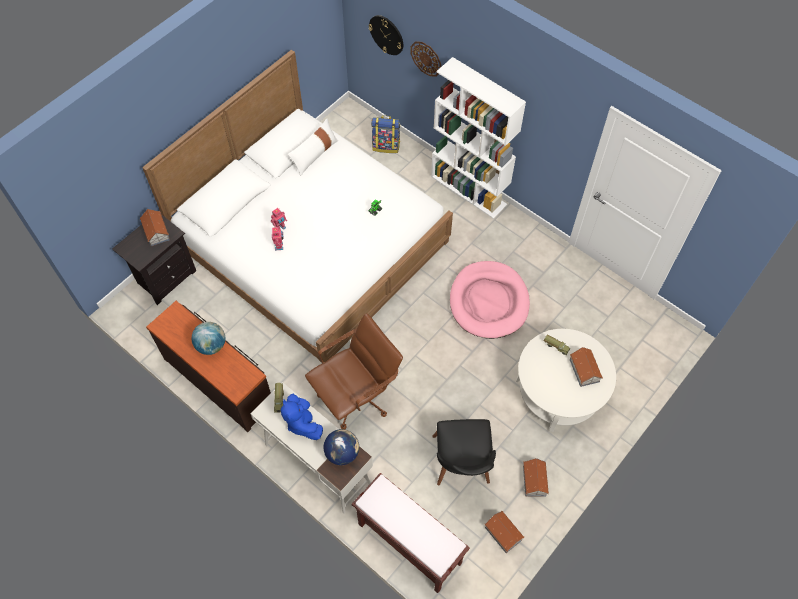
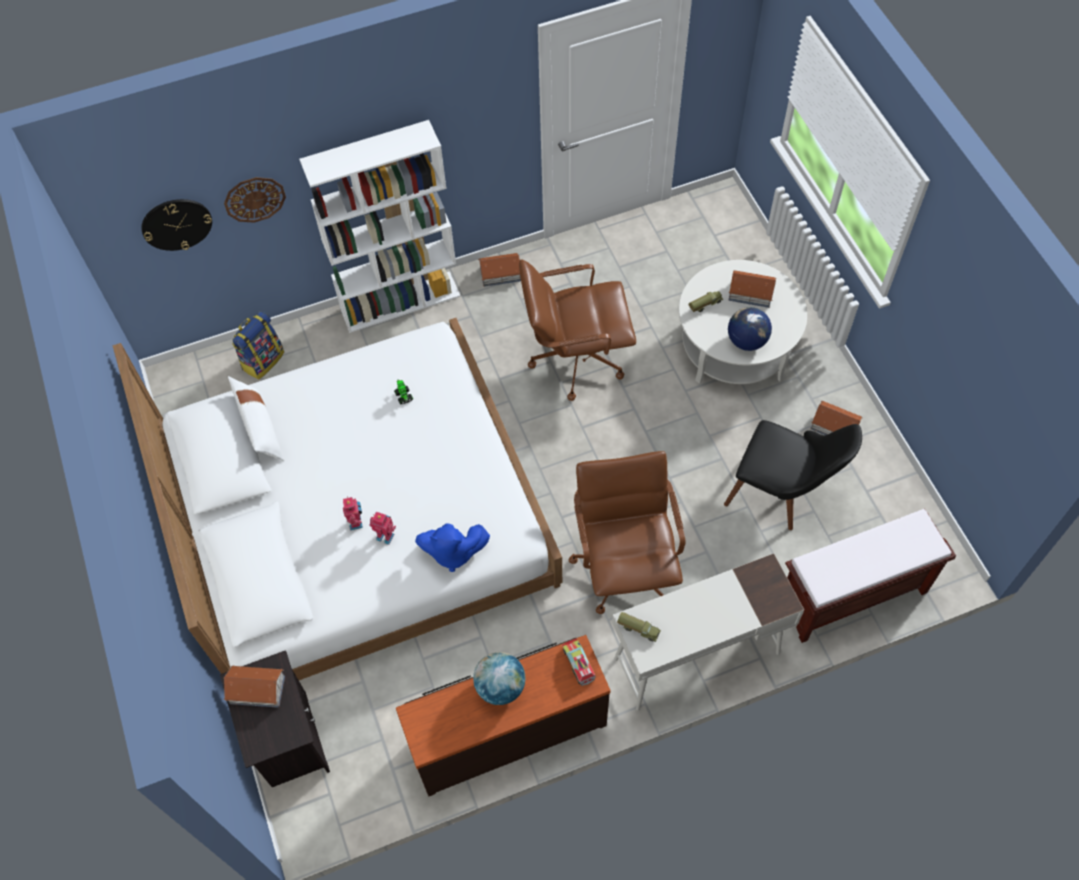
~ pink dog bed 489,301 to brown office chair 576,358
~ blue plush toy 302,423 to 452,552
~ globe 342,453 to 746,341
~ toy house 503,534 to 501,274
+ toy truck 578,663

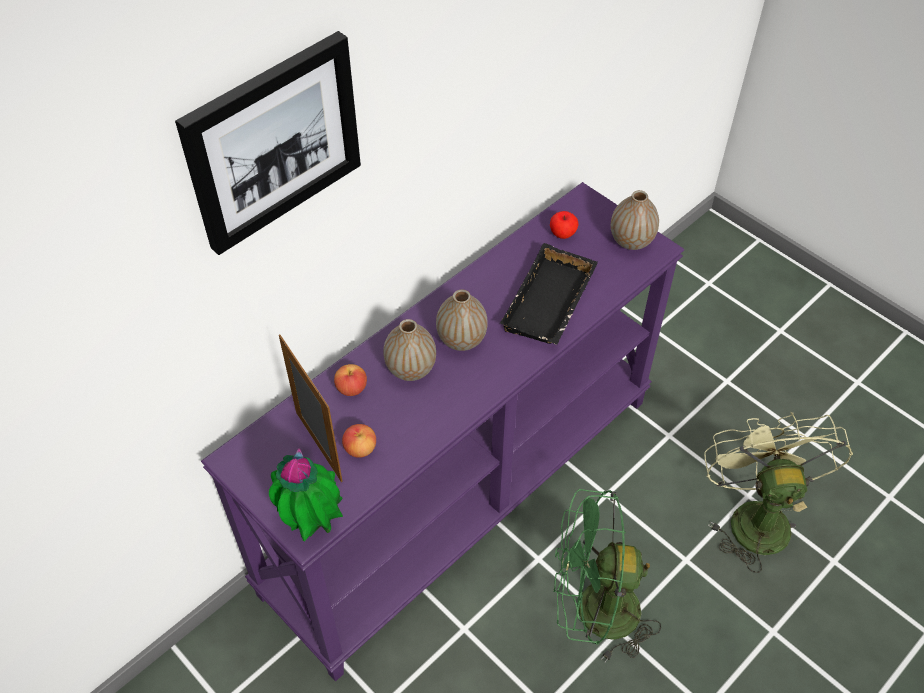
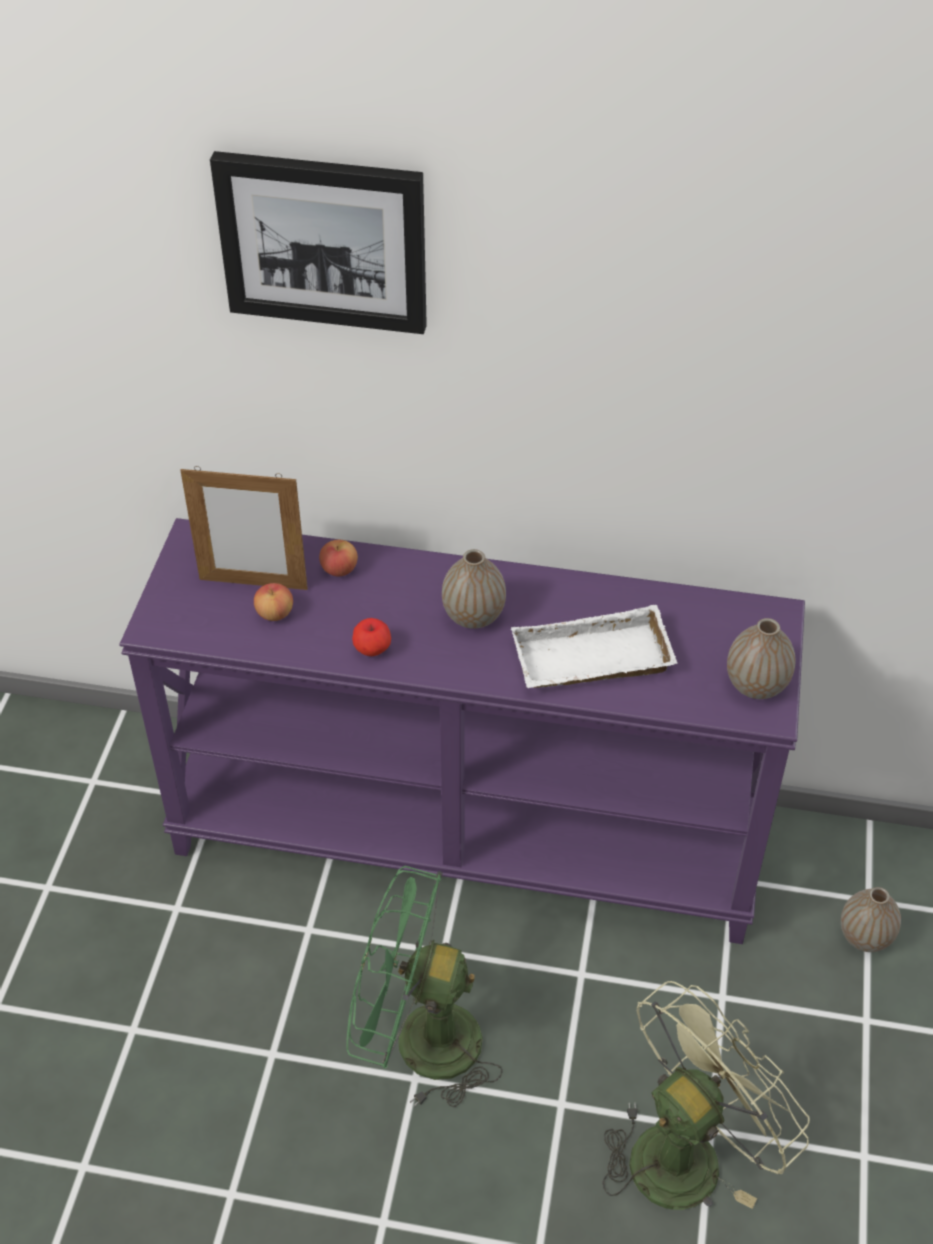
~ apple 563,234 to 372,650
~ black tray 551,304 to white tray 590,662
~ vase 411,369 to 865,937
~ picture frame 318,446 = 253,584 75 degrees clockwise
- potted plant 311,524
~ green fan 593,612 = 418,1041 45 degrees counterclockwise

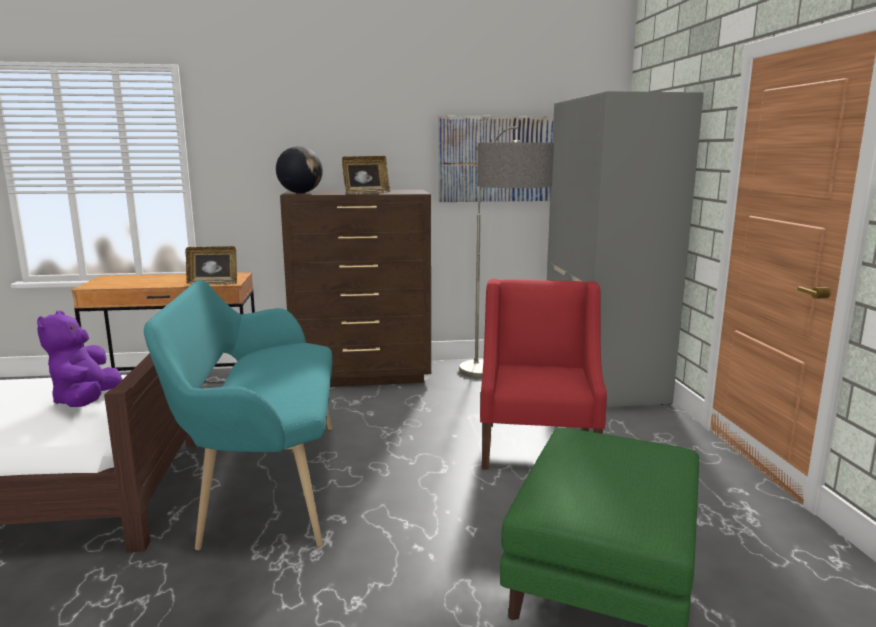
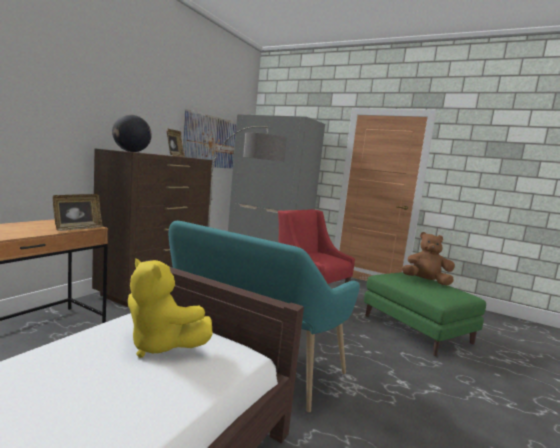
~ purple plush toy 86,401 to yellow plush toy 161,345
+ brown plush toy 425,281

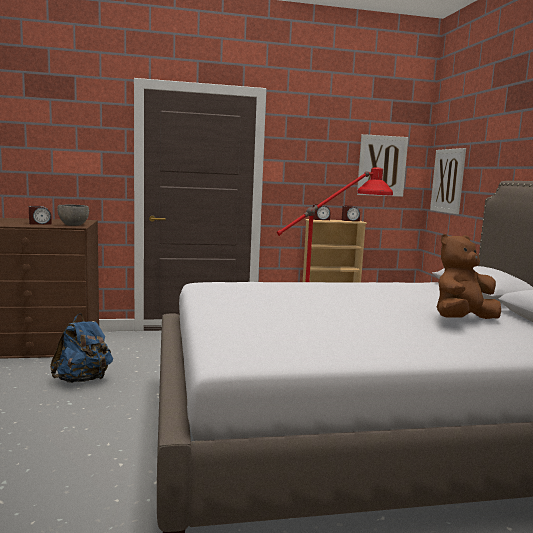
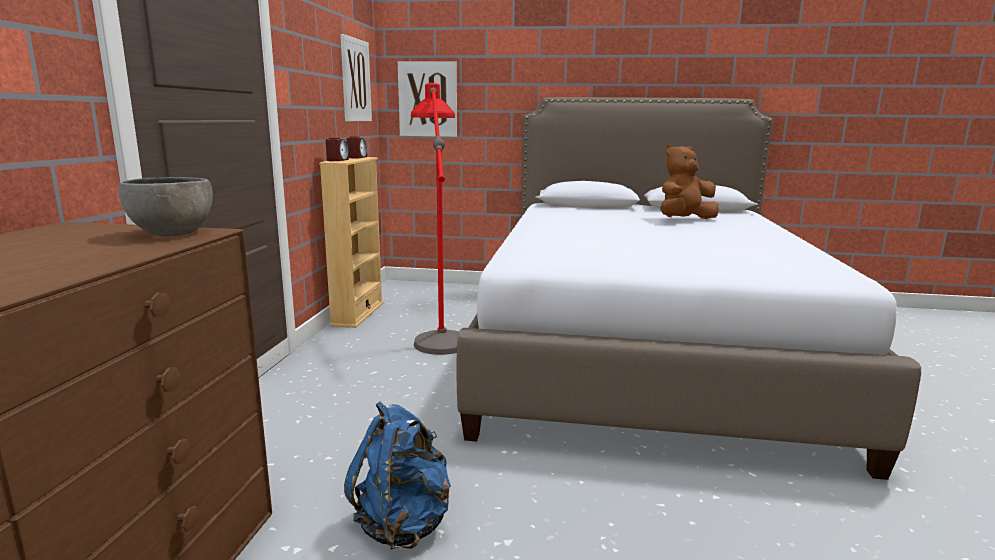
- alarm clock 40,224
~ brown plush toy 462,320 = 684,220 75 degrees clockwise

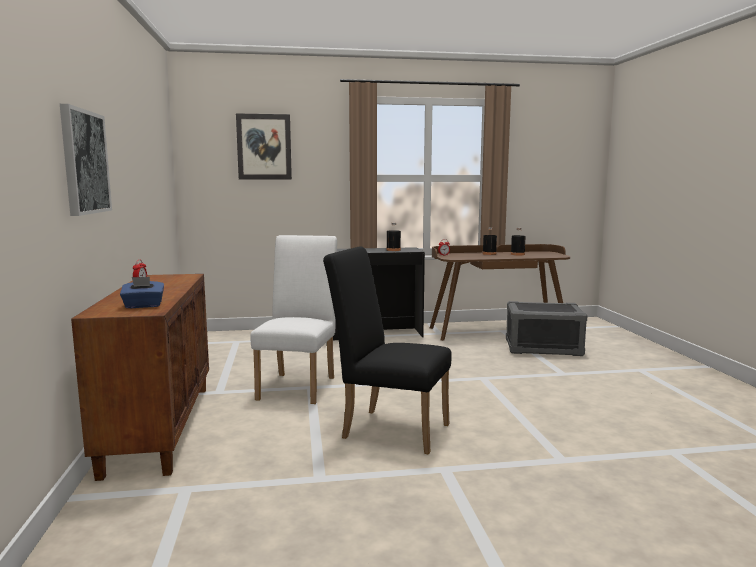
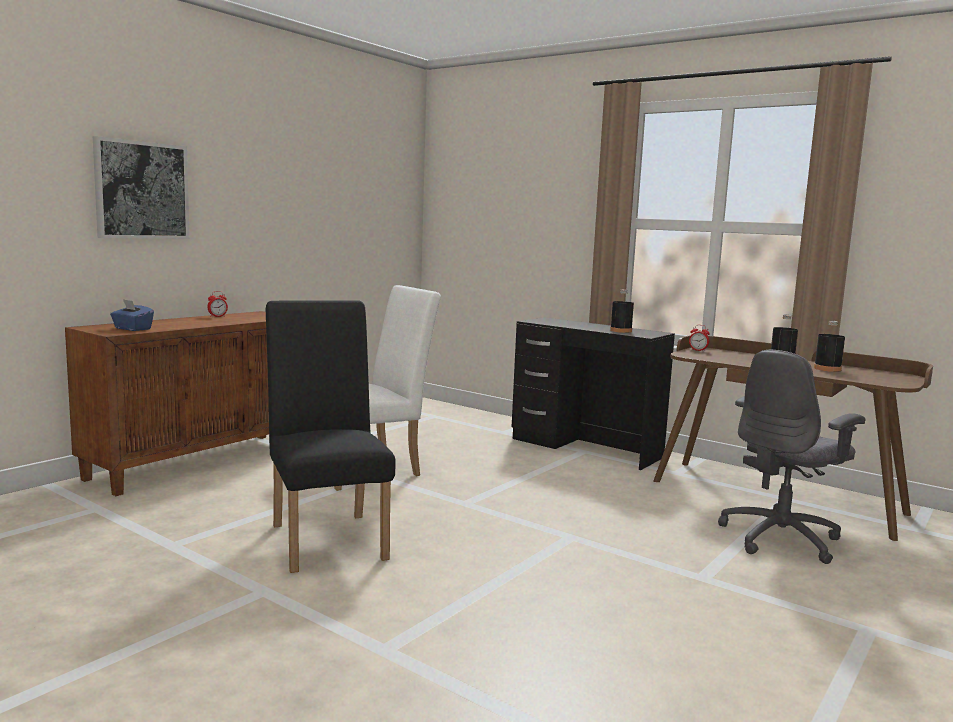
- picture 264,147
~ grey storage box 542,348 to grey office chair 781,539

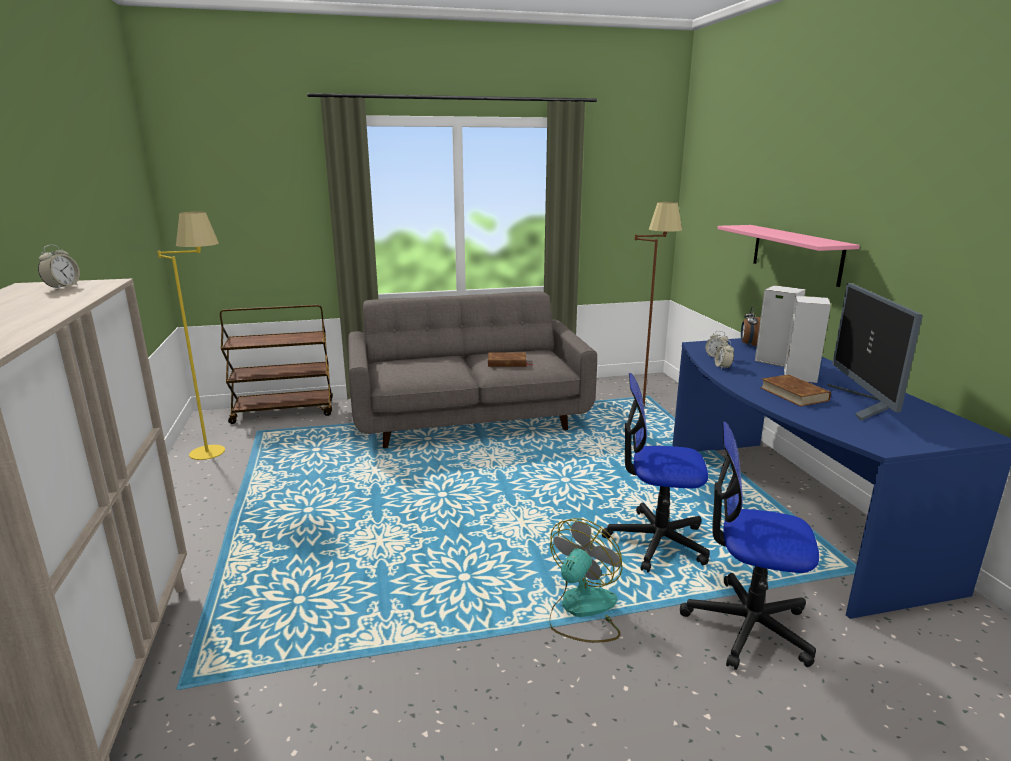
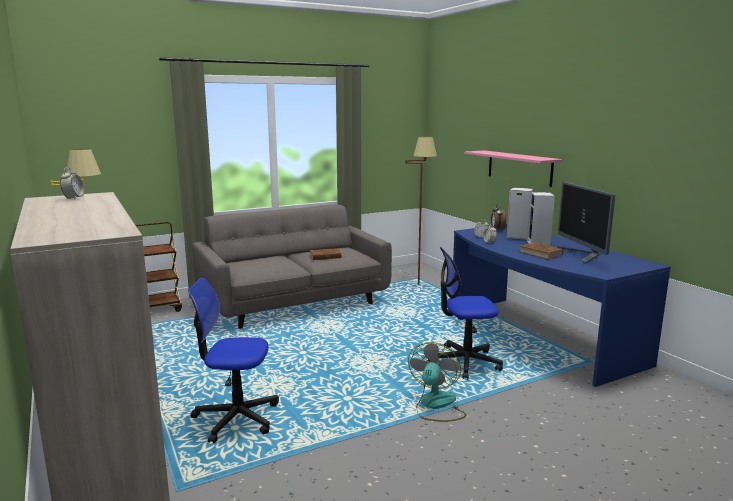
~ office chair 747,626 to 236,418

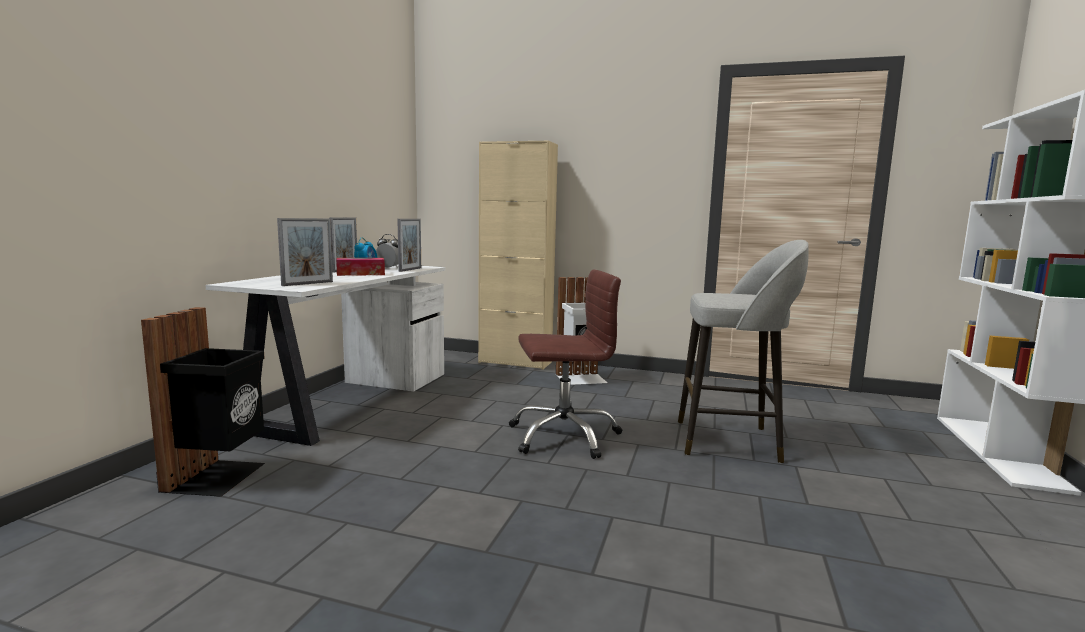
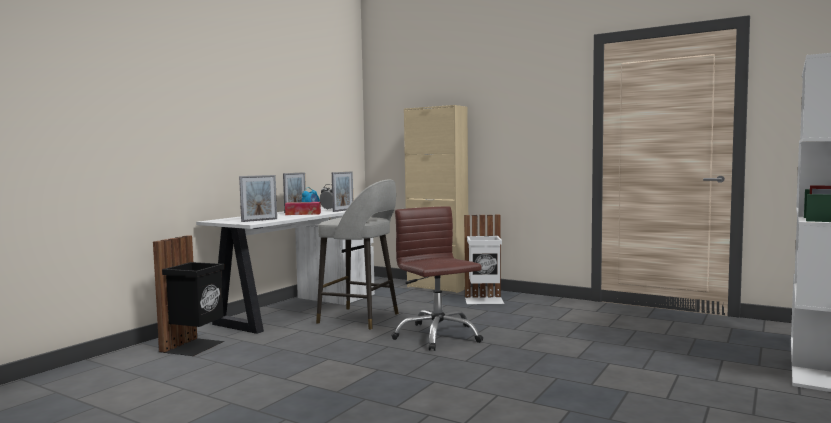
~ grey stool 730,441 to 360,319
~ brown office chair 563,436 = 437,336 120 degrees counterclockwise

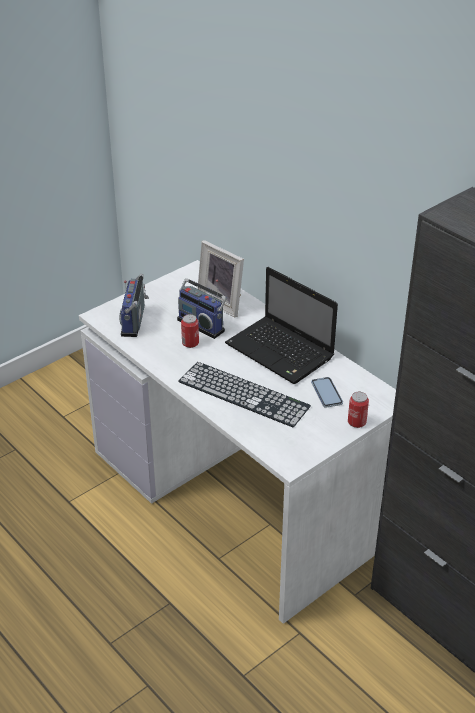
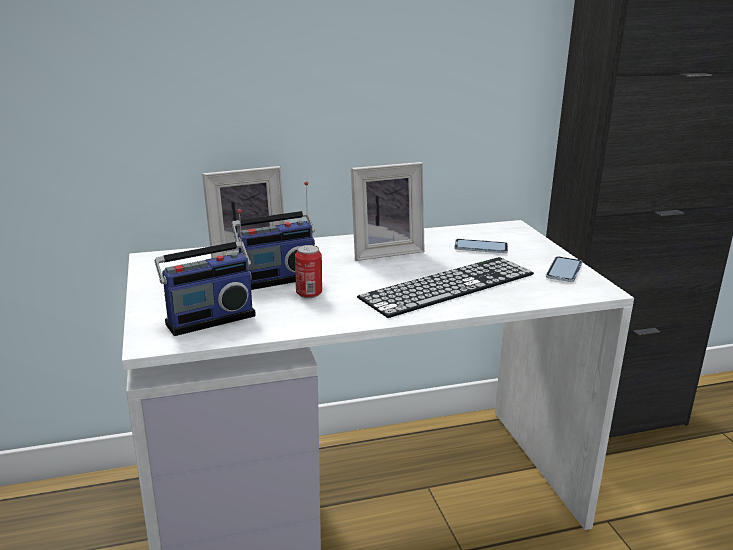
~ laptop 281,352 to picture frame 385,251
~ radio 135,322 = 209,318 60 degrees counterclockwise
- can 356,422
+ phone 564,271

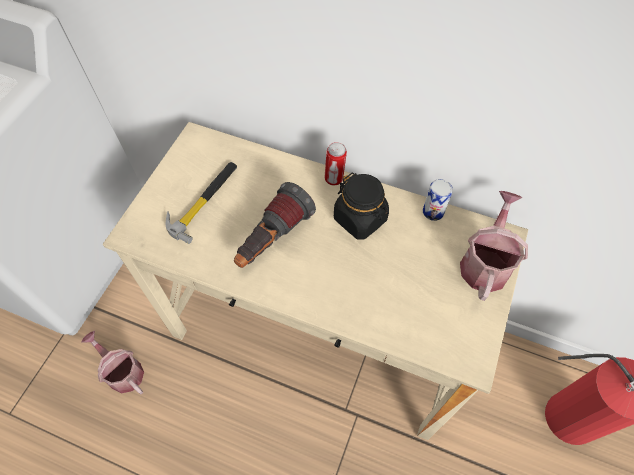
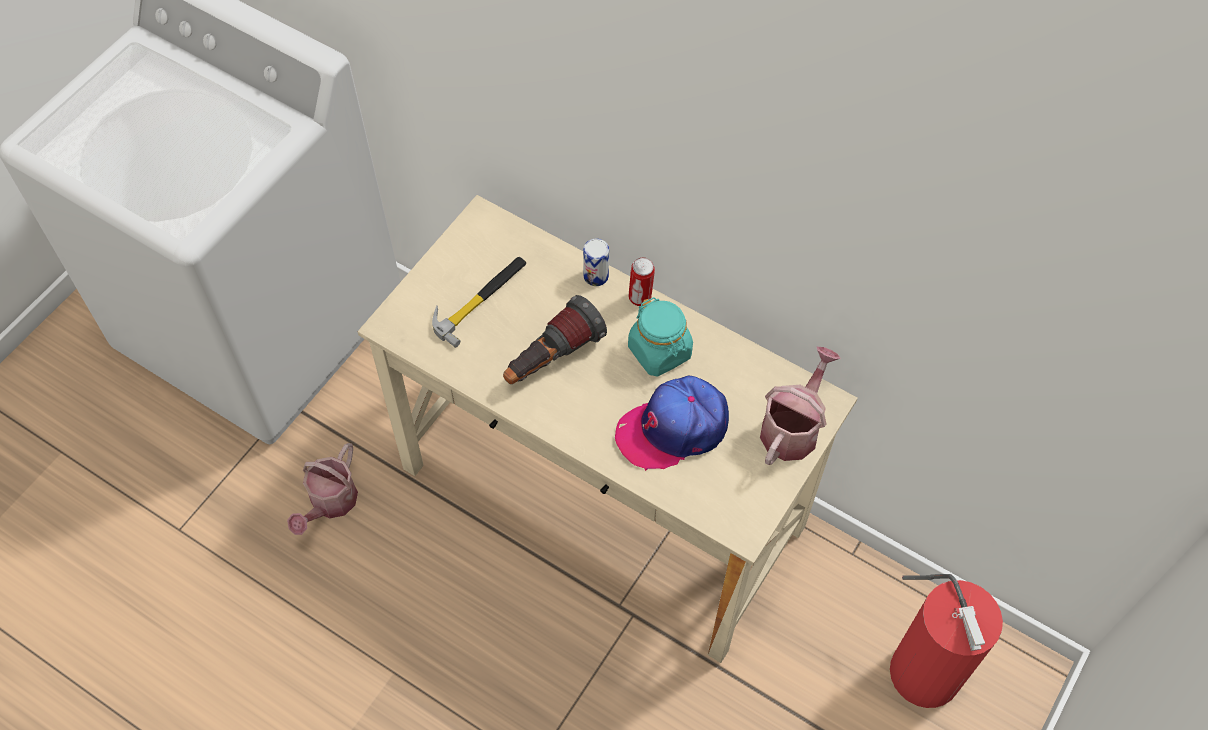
~ black jar 360,219 to turquoise jar 660,352
~ can 433,211 to 596,276
~ watering can 122,371 = 330,503 120 degrees counterclockwise
+ cap 673,428

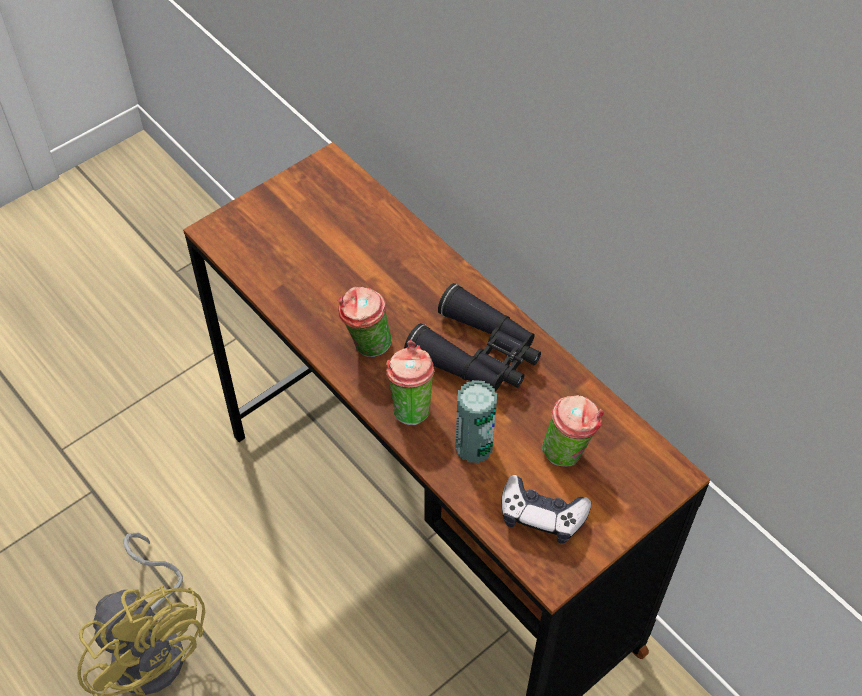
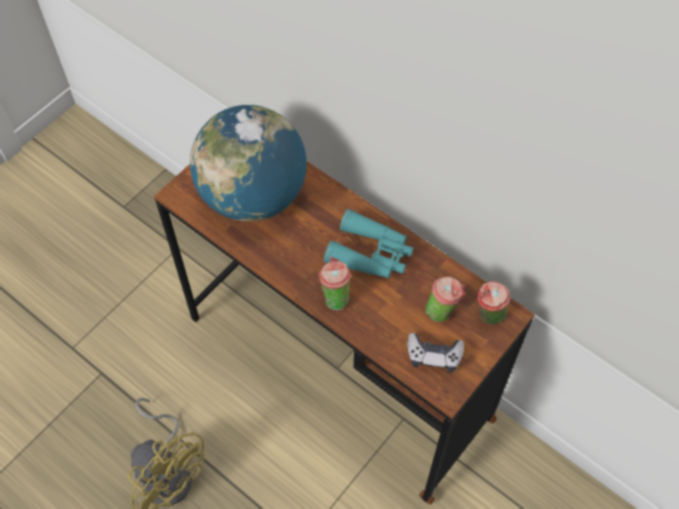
~ black binoculars 478,354 to turquoise binoculars 371,254
~ cup 366,347 to 488,317
- can 474,446
+ globe 253,196

